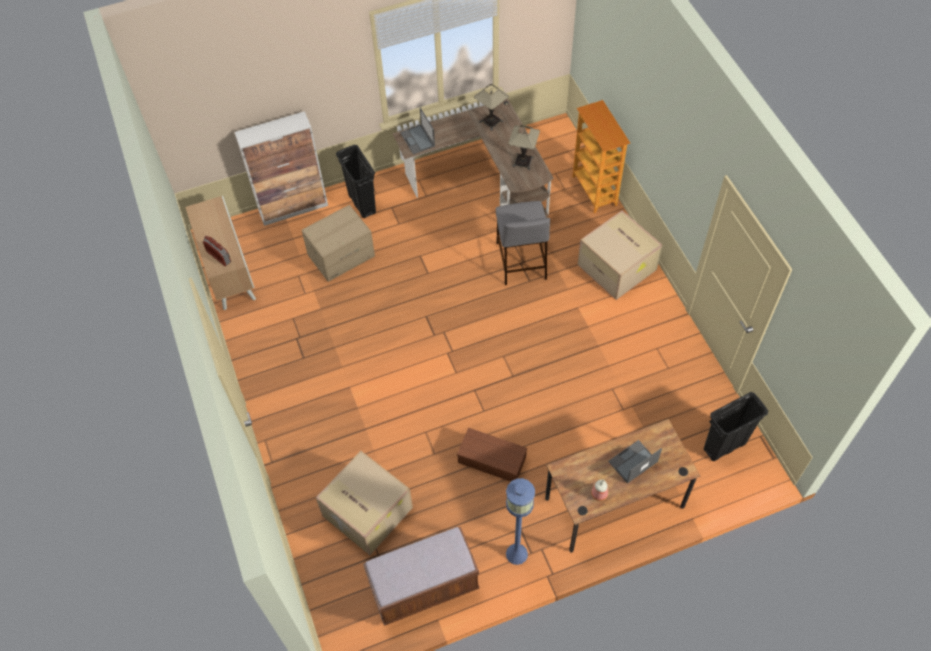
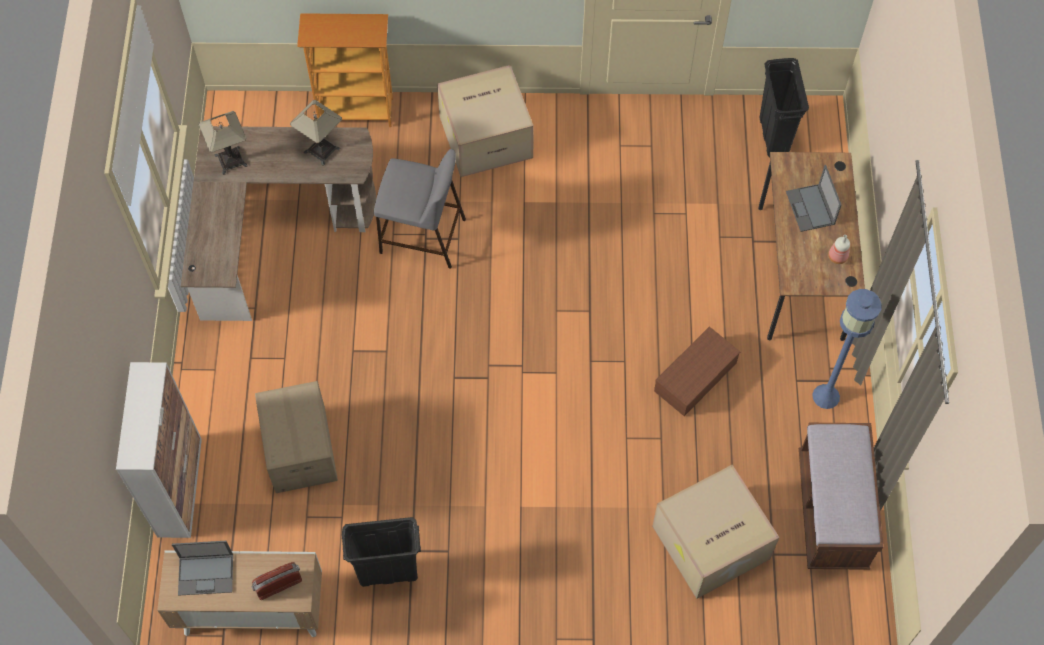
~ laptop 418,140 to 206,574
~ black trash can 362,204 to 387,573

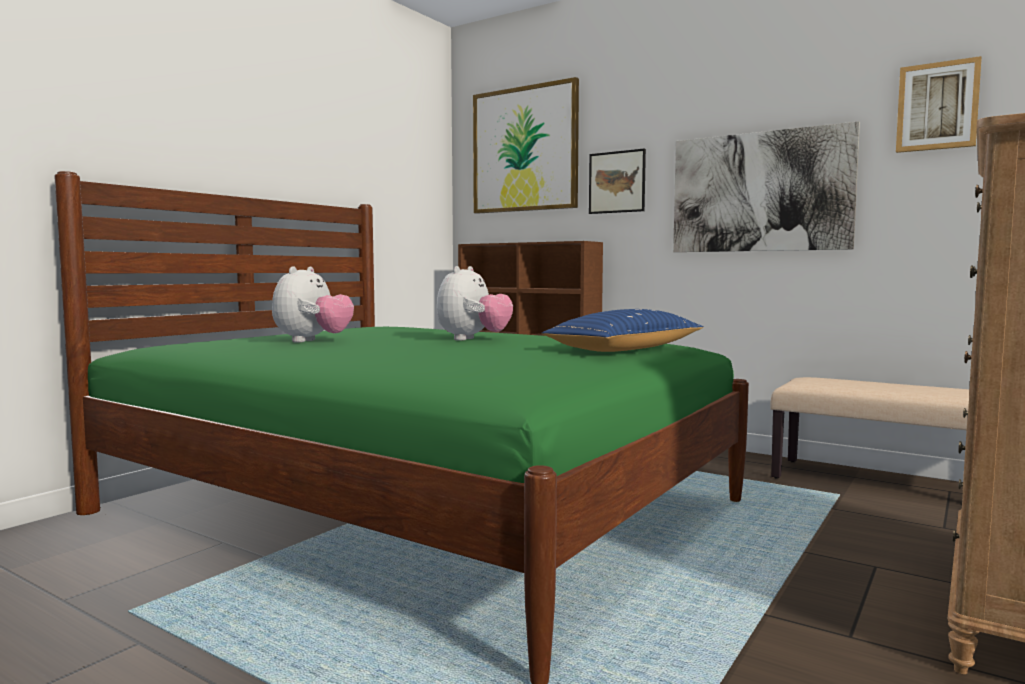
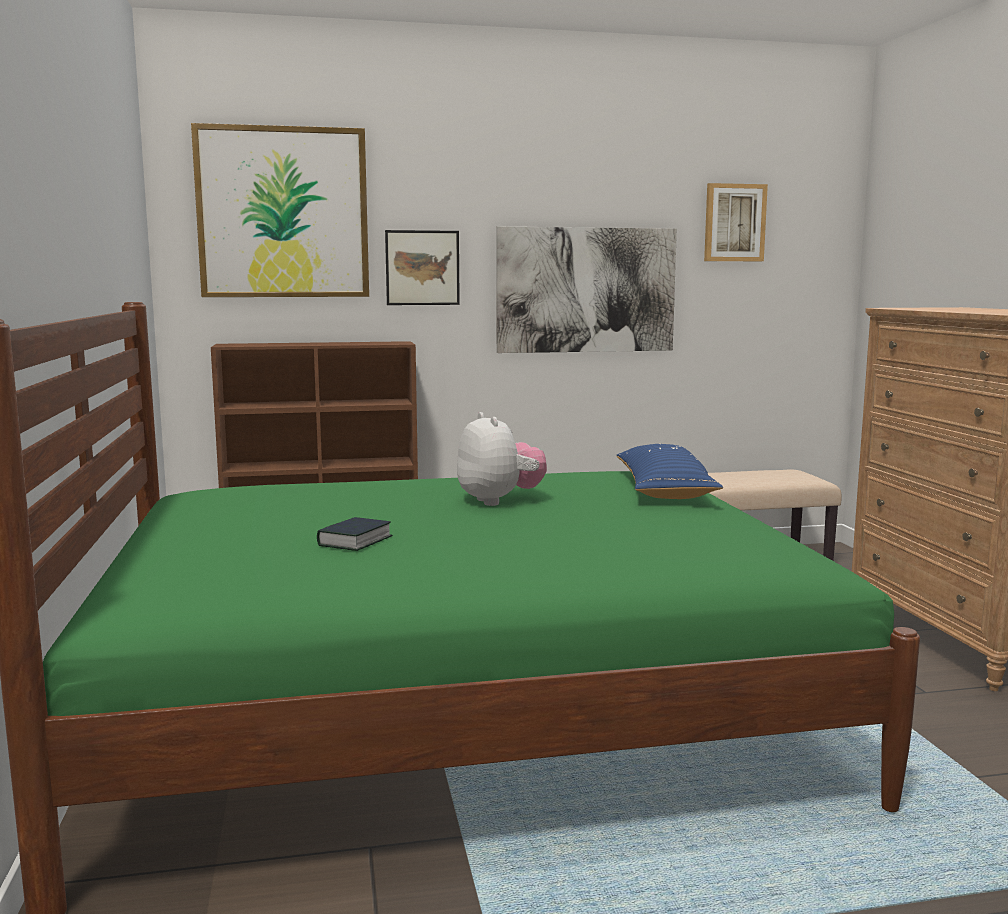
~ plush toy 313,341 to book 355,541

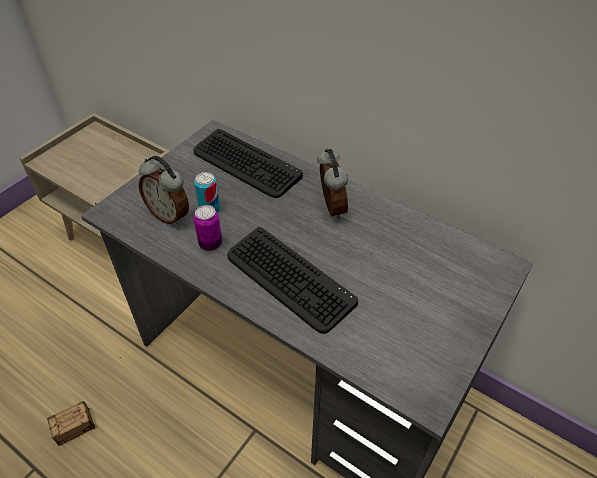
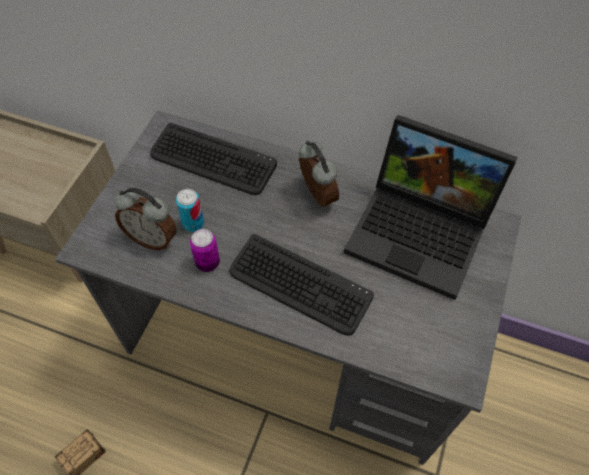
+ laptop 422,232

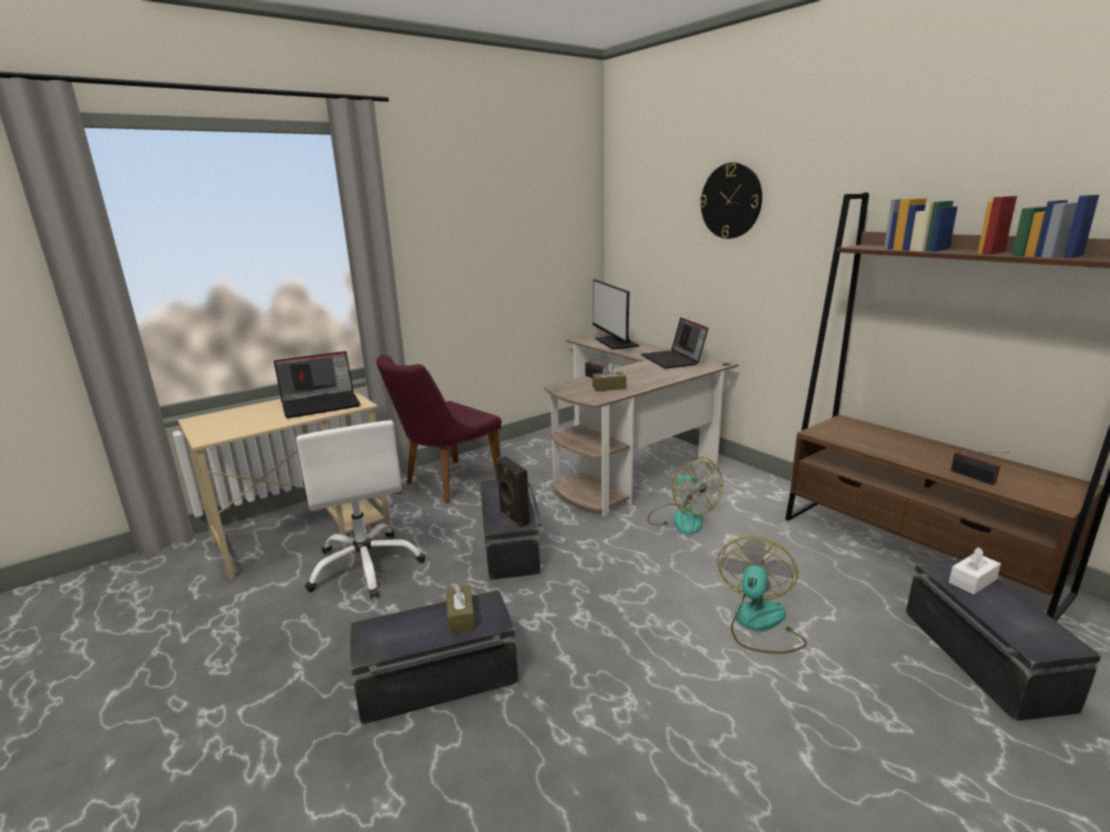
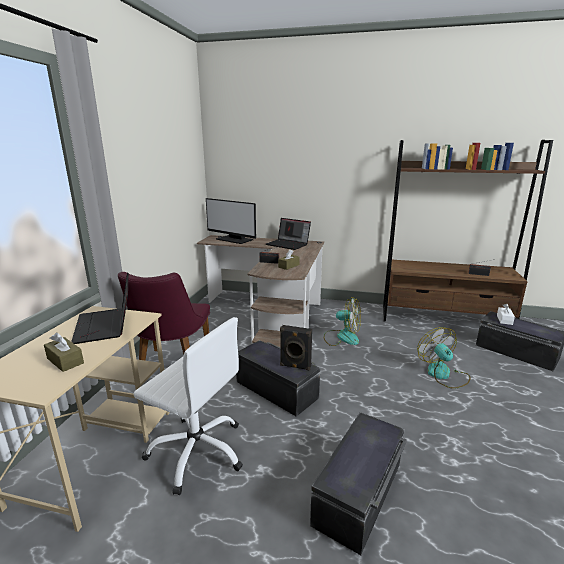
- wall clock 731,201
~ laptop 322,404 = 106,326 135 degrees clockwise
~ brown tissue box 461,617 to 65,361

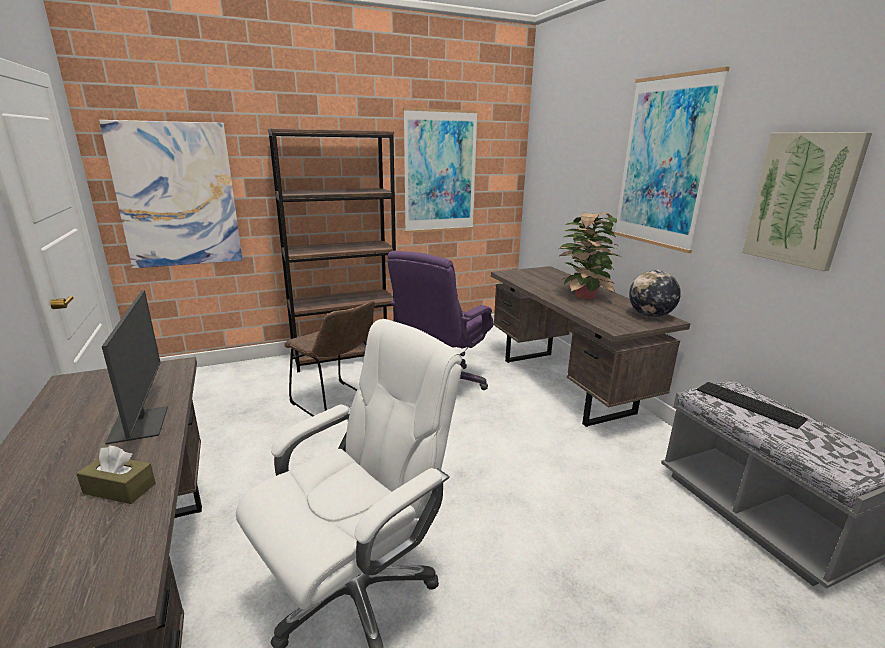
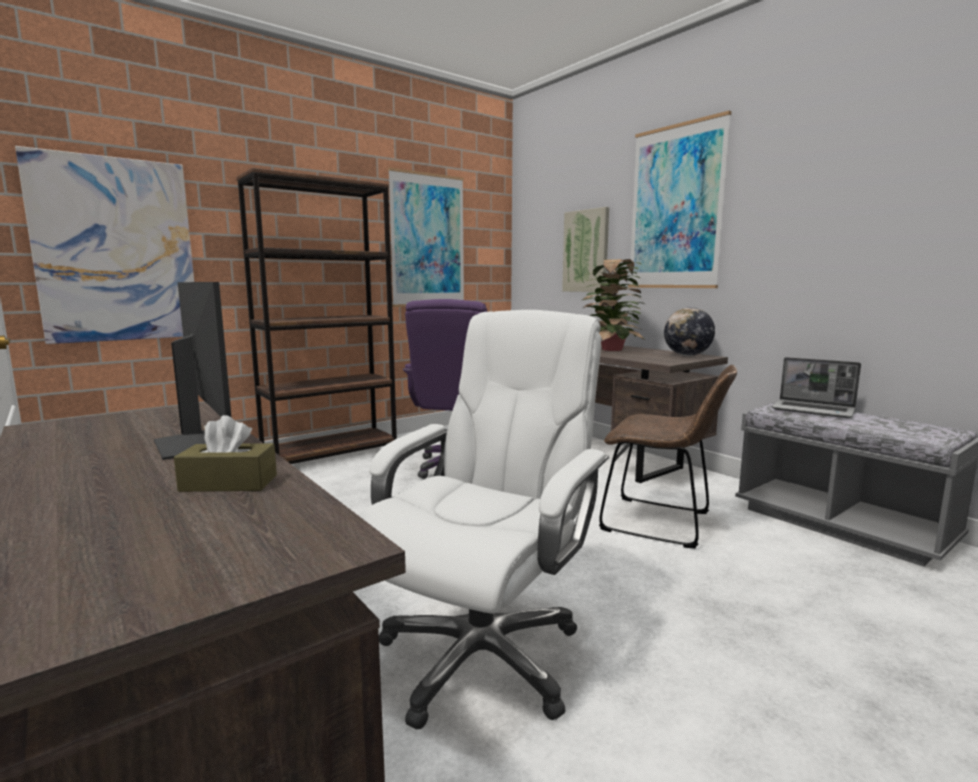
~ picture 801,199 to 586,251
~ brown chair 337,404 to 662,523
~ keyboard 748,404 to laptop 814,410

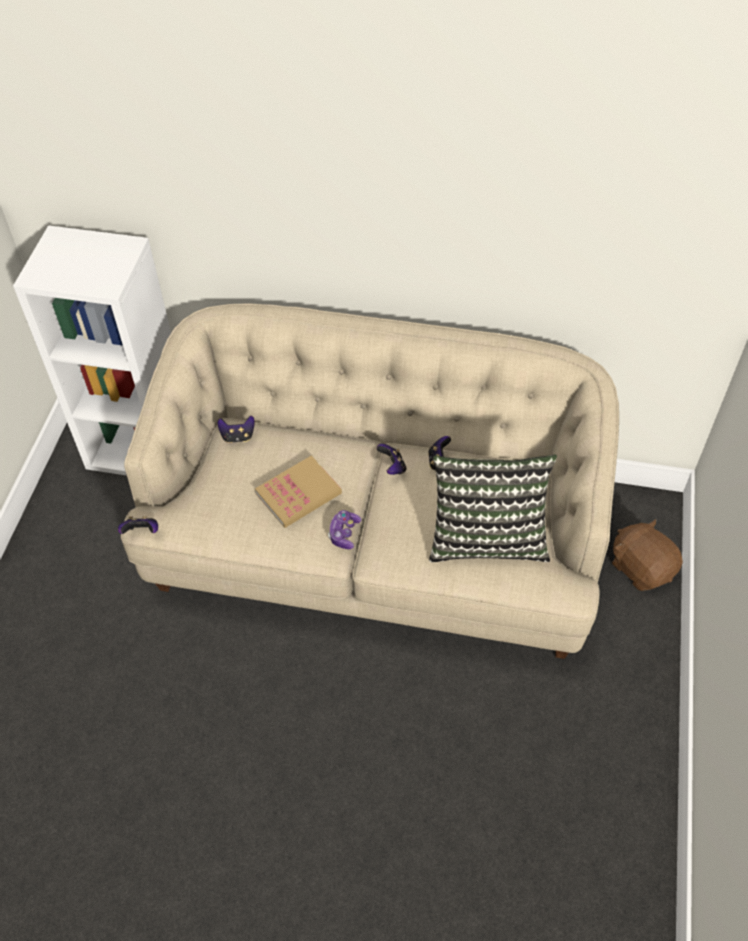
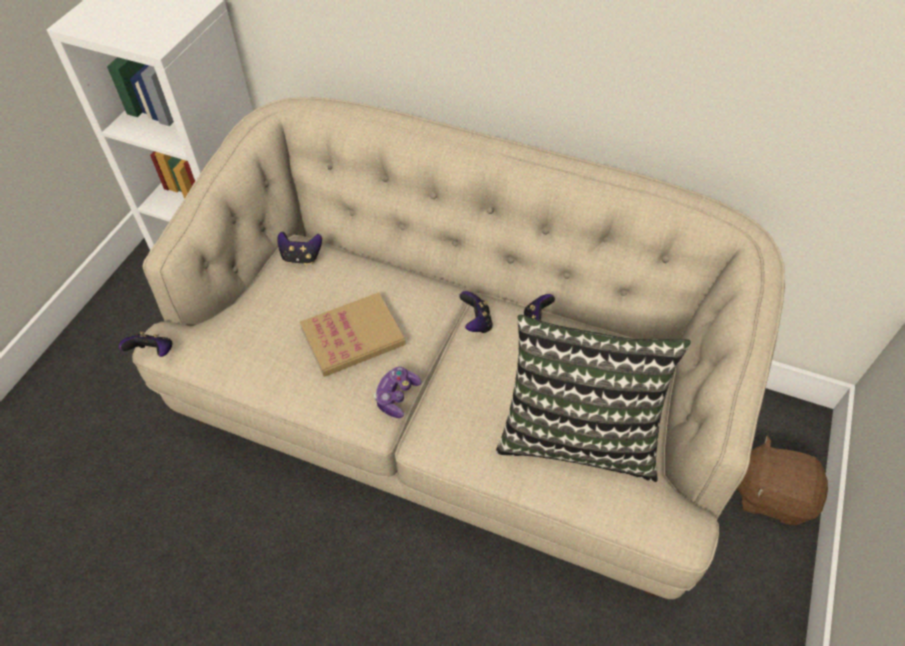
~ brown plush toy 641,567 = 770,494 45 degrees counterclockwise

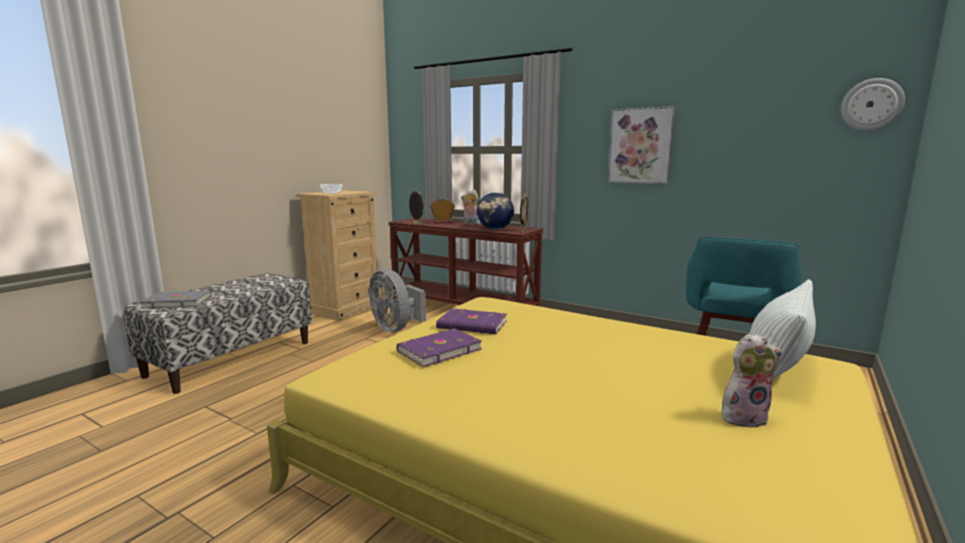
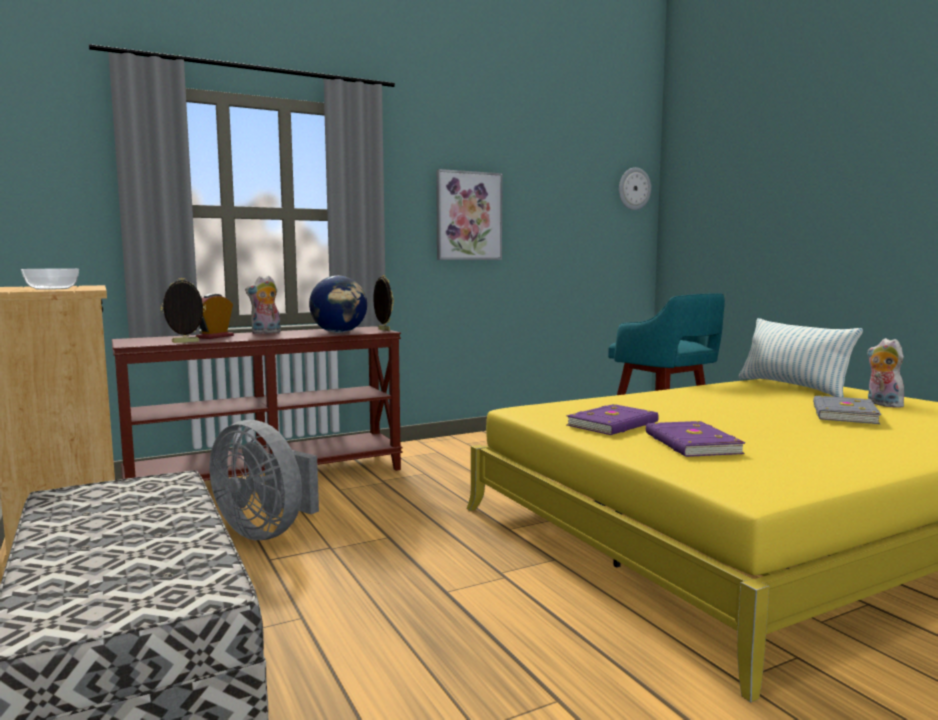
~ grey fan 396,328 = 266,531 45 degrees clockwise
~ grey book 177,302 to 842,414
~ plush toy 744,417 = 882,404 45 degrees counterclockwise

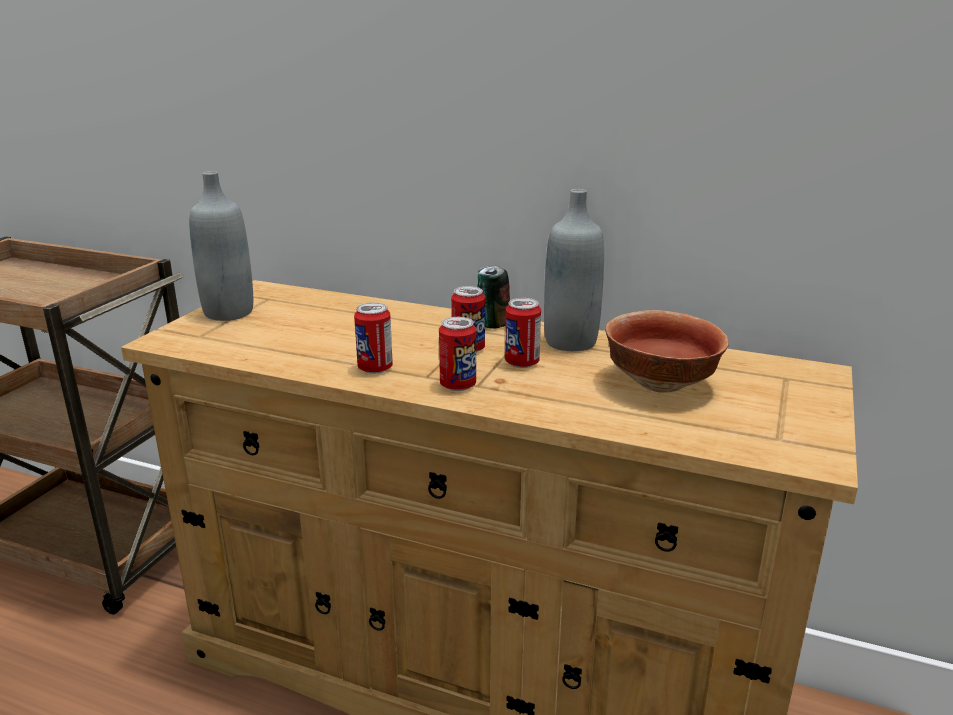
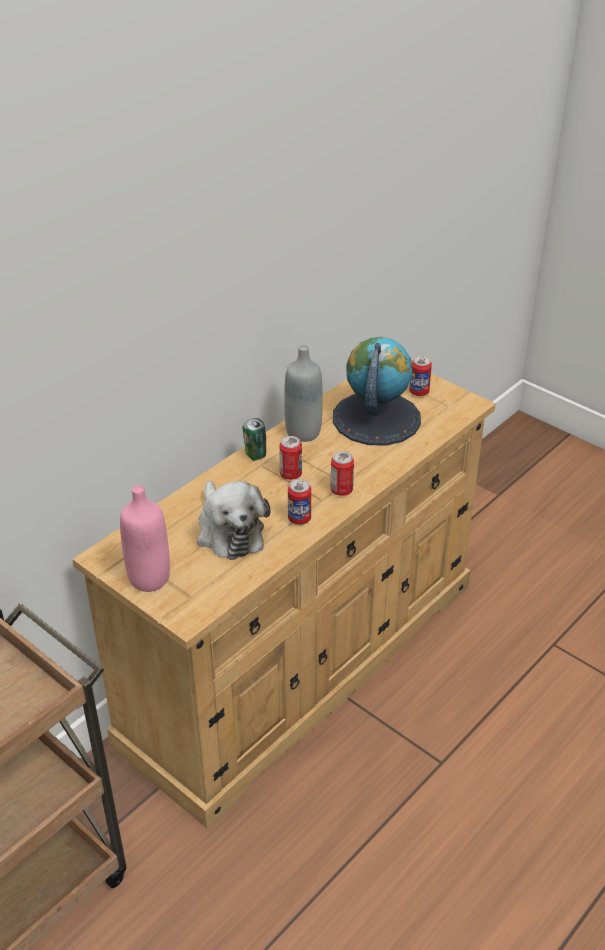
~ grey bottle 229,313 to pink bottle 149,578
~ can 522,363 to 419,392
~ bowl 662,383 to globe 376,418
+ plush toy 229,531

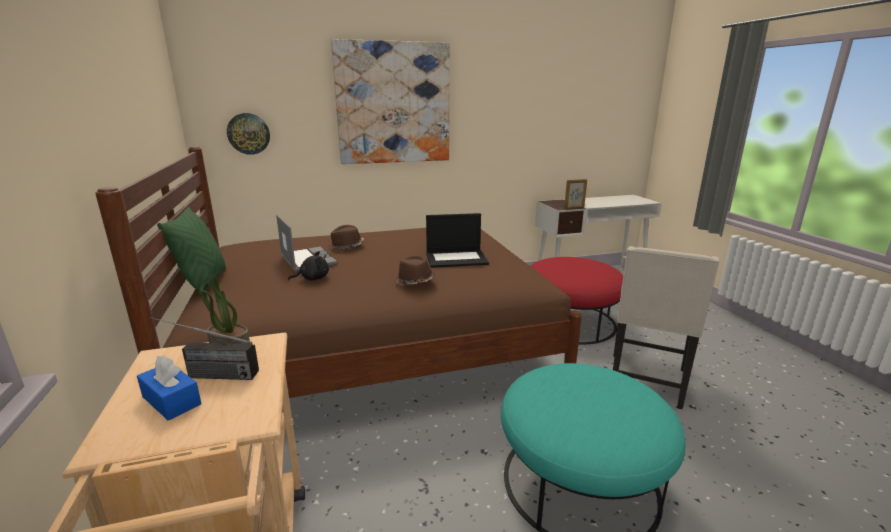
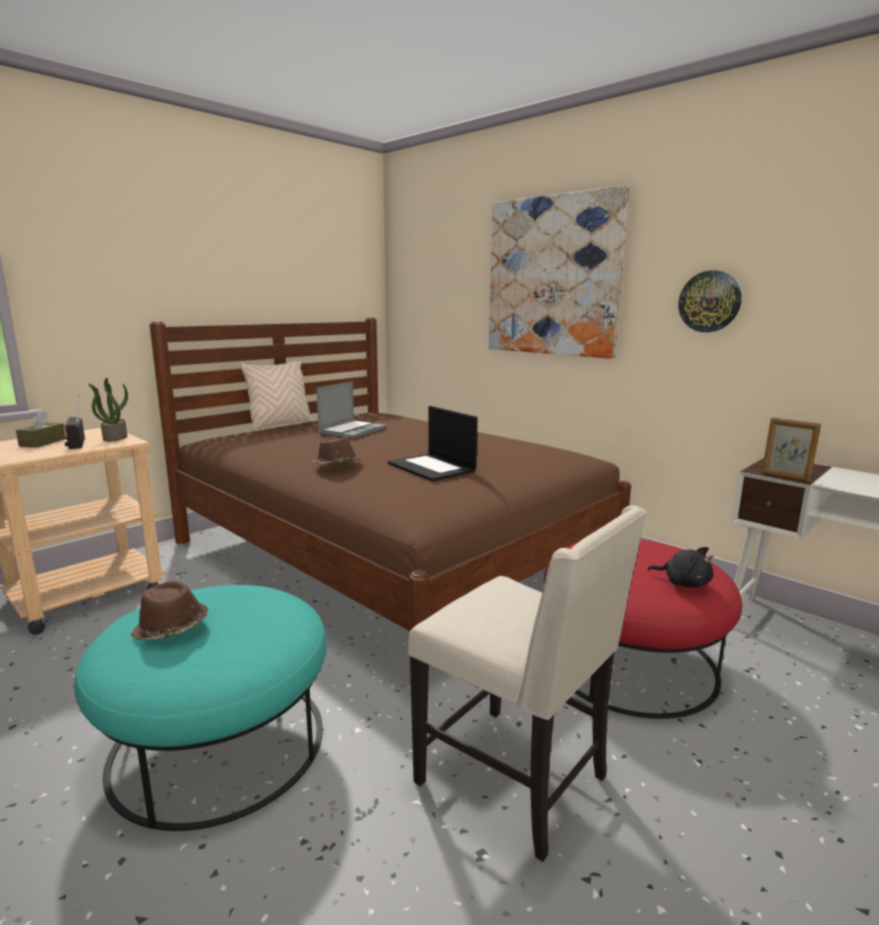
~ wall clock 248,133 to 709,301
~ green pillow 204,283 to beige pillow 280,425
~ brown hat 346,247 to 171,629
~ beige chair 647,381 = 516,780 135 degrees counterclockwise
~ black plush toy 312,278 to 683,583
~ blue tissue box 171,400 to brown tissue box 43,442

